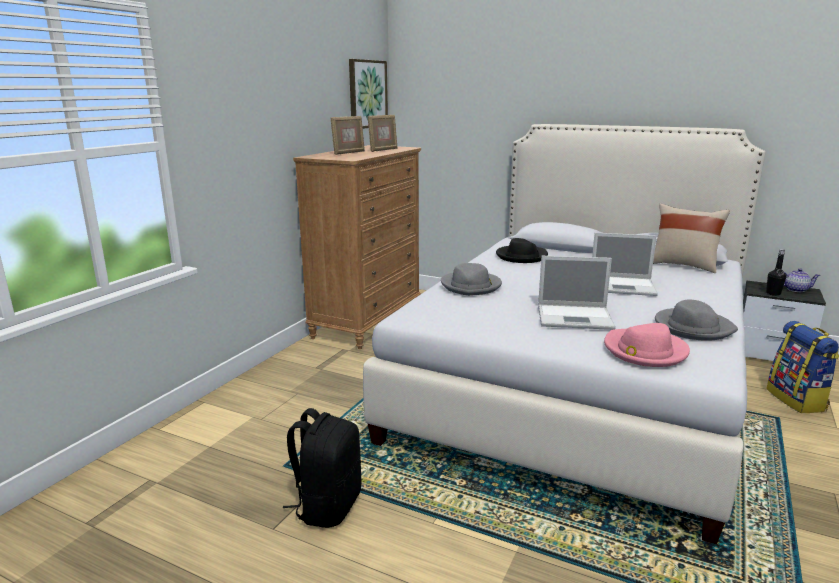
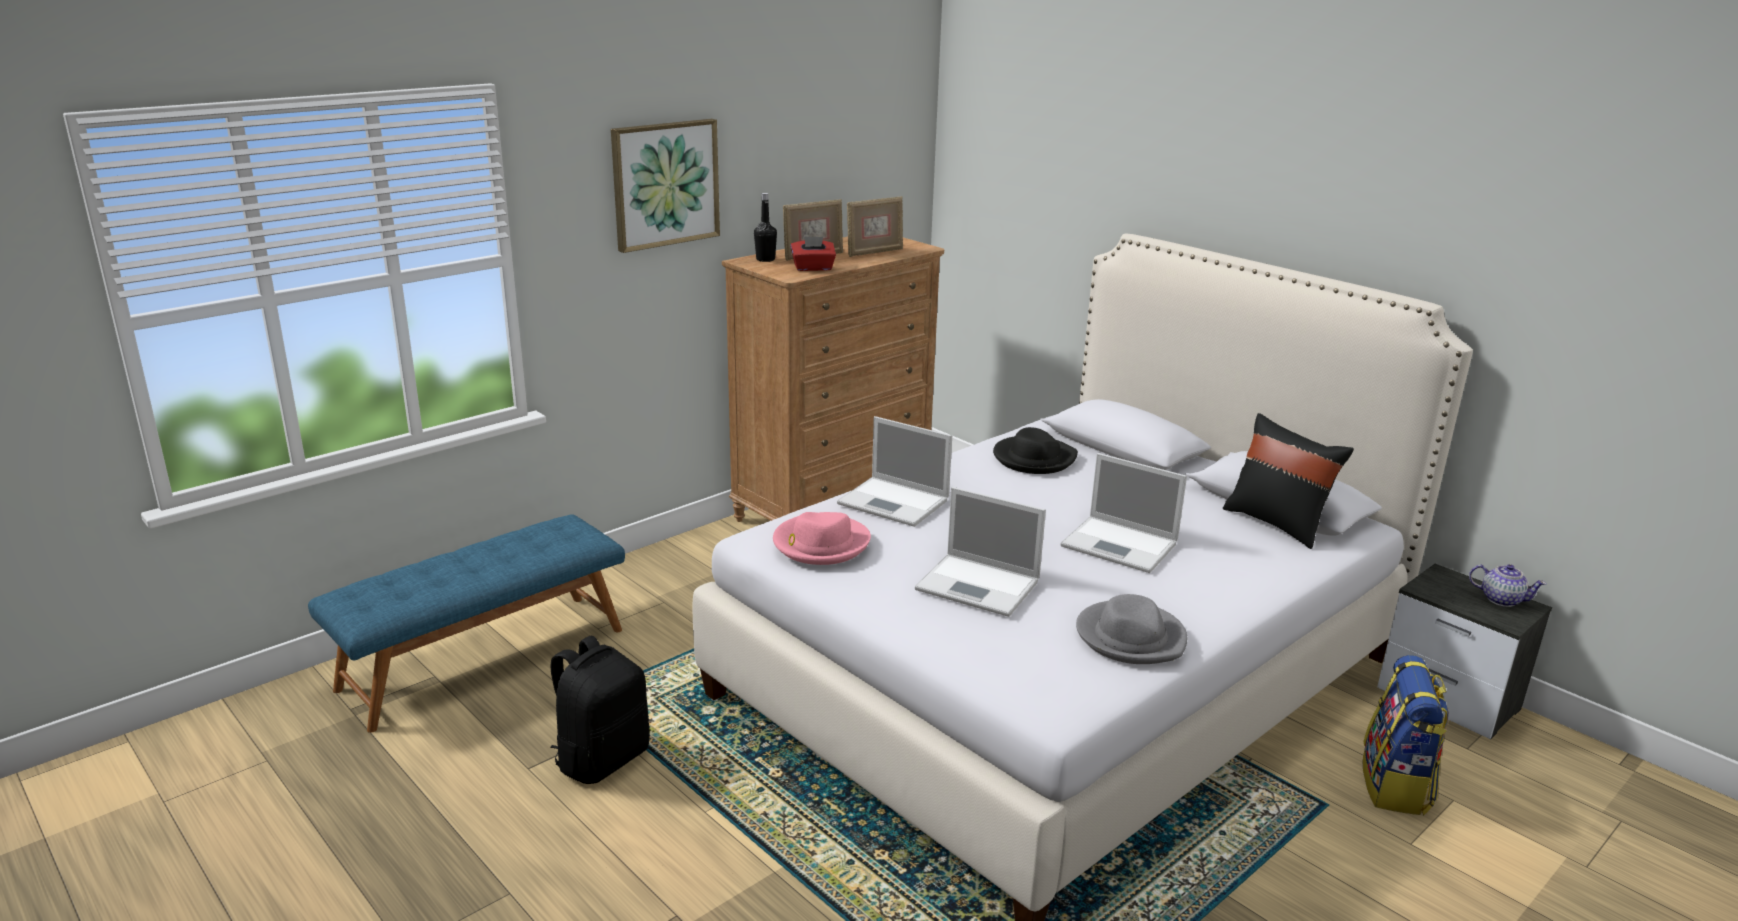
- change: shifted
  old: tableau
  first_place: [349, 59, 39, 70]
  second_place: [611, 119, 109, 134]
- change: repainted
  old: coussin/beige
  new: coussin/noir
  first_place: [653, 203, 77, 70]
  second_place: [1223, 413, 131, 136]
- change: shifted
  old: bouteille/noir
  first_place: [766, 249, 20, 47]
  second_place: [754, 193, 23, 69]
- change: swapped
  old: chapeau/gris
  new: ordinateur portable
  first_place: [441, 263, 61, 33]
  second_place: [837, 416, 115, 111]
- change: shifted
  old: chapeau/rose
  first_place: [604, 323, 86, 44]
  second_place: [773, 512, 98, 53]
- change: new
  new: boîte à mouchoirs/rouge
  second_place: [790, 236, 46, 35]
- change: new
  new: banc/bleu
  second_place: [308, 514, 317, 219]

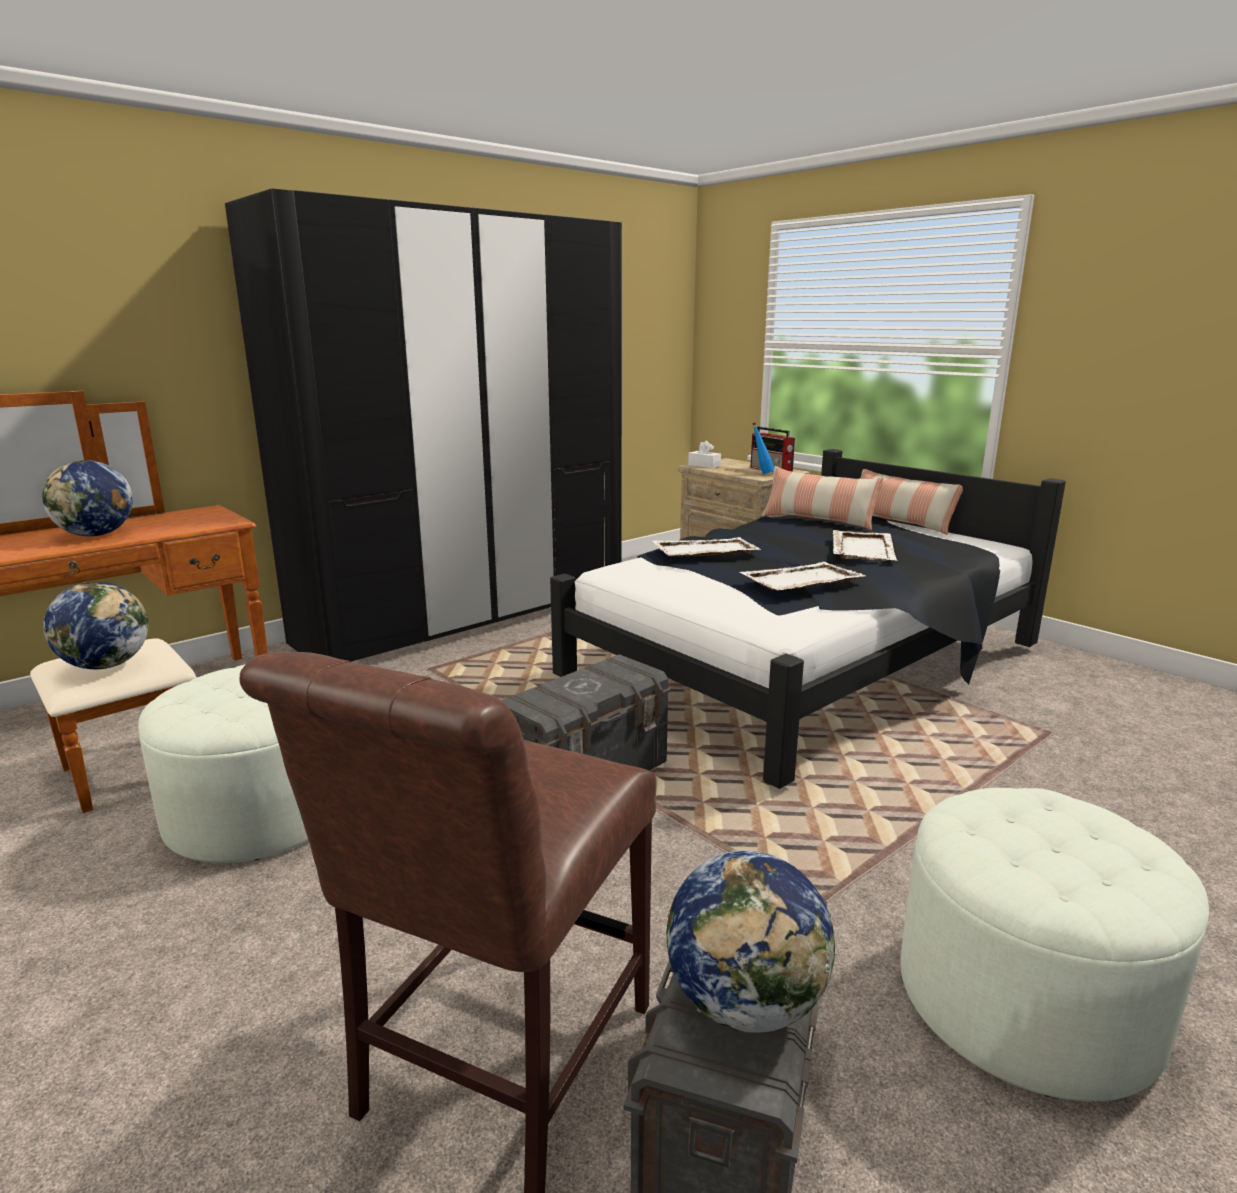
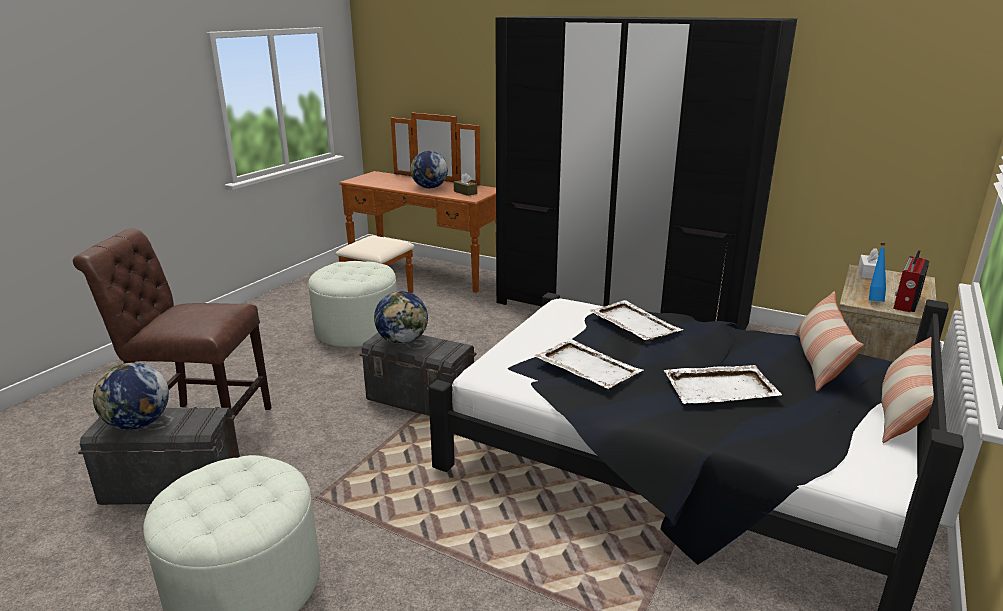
- change: shifted
  old: globe
  first_place: [43, 582, 105, 87]
  second_place: [374, 291, 54, 54]
- change: new
  new: boîte à mouchoirs/marron
  second_place: [454, 173, 23, 23]

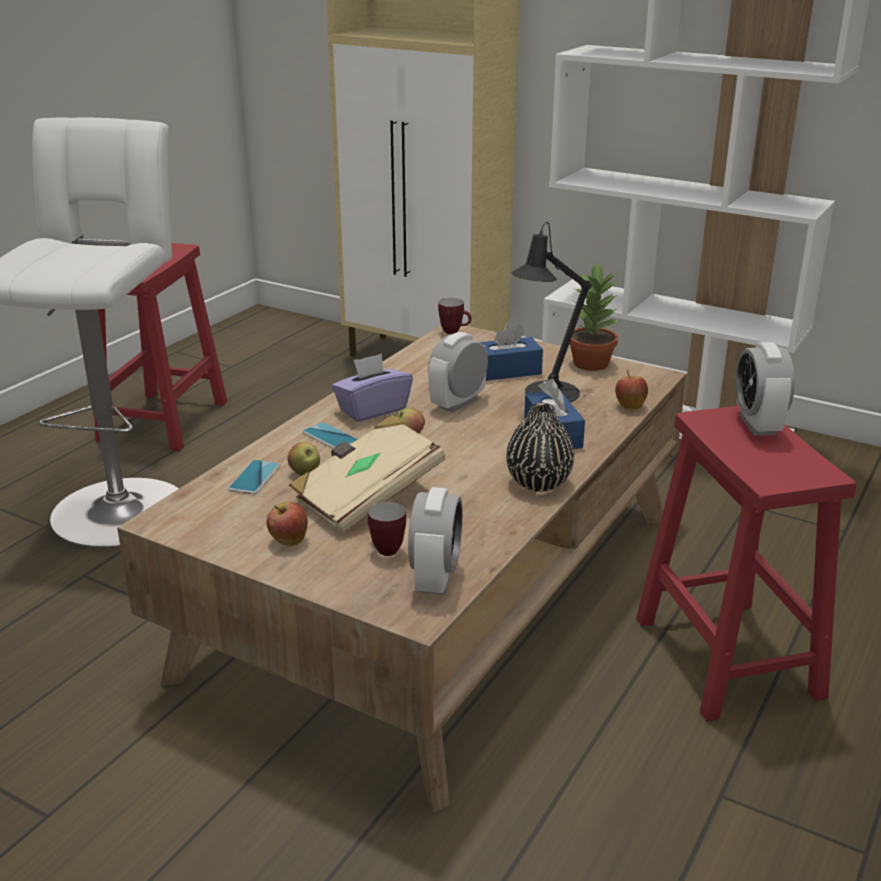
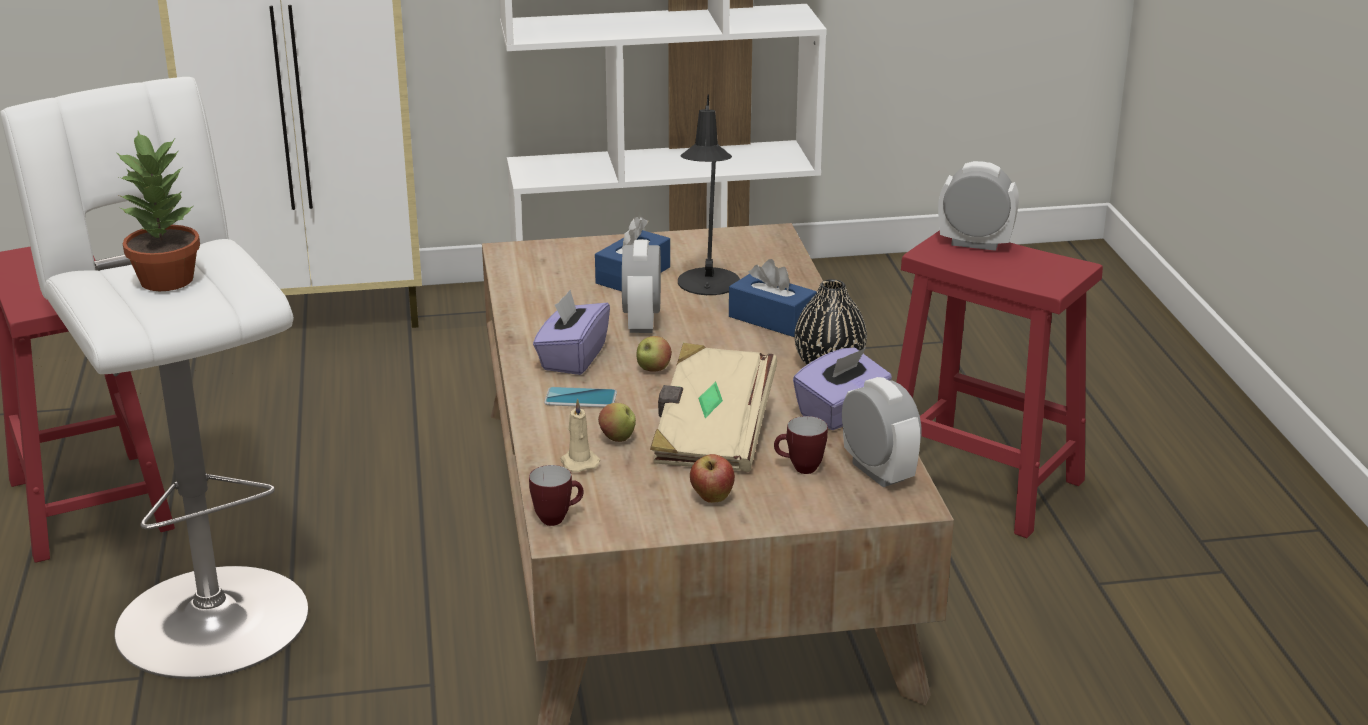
- change: shifted
  old: plante en pot
  first_place: [569, 263, 51, 108]
  second_place: [117, 131, 83, 160]
- change: shifted
  old: mug
  first_place: [438, 298, 34, 36]
  second_place: [529, 465, 55, 61]
- change: rotated
  old: réveil
  first_place: [736, 342, 59, 93]
  second_place: [938, 161, 81, 90]
  degrees: 150
- change: gone
  old: pomme
  first_place: [615, 370, 33, 40]
- change: swapped
  old: téléphone
  new: bougie/beige
  first_place: [228, 460, 52, 34]
  second_place: [561, 399, 39, 73]
- change: new
  new: boîte à mouchoirs/violet
  second_place: [793, 347, 99, 83]

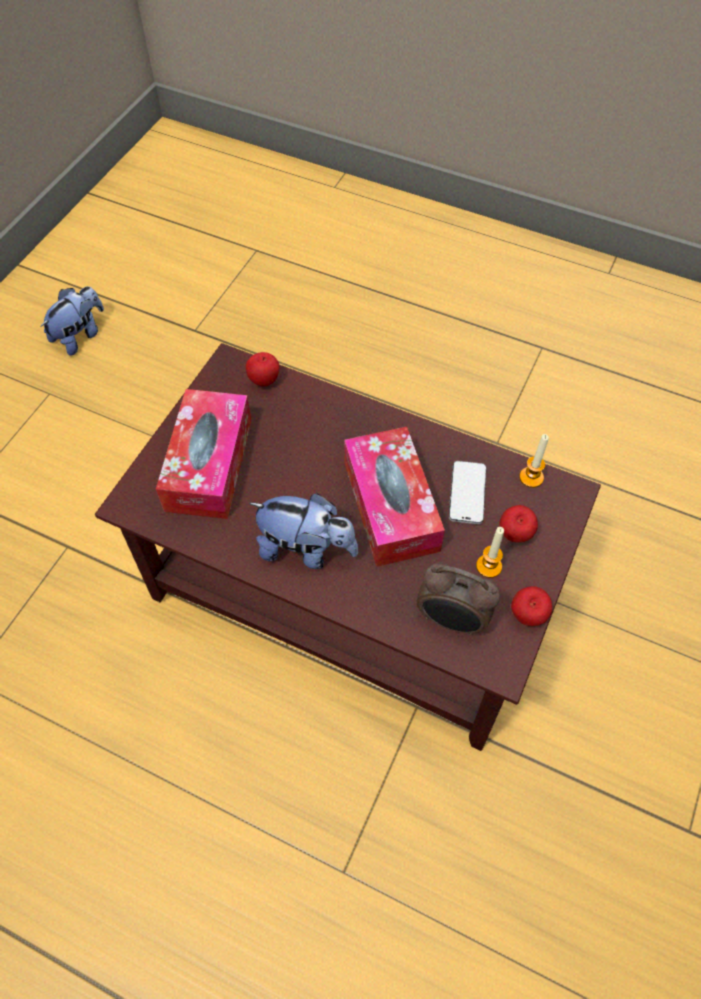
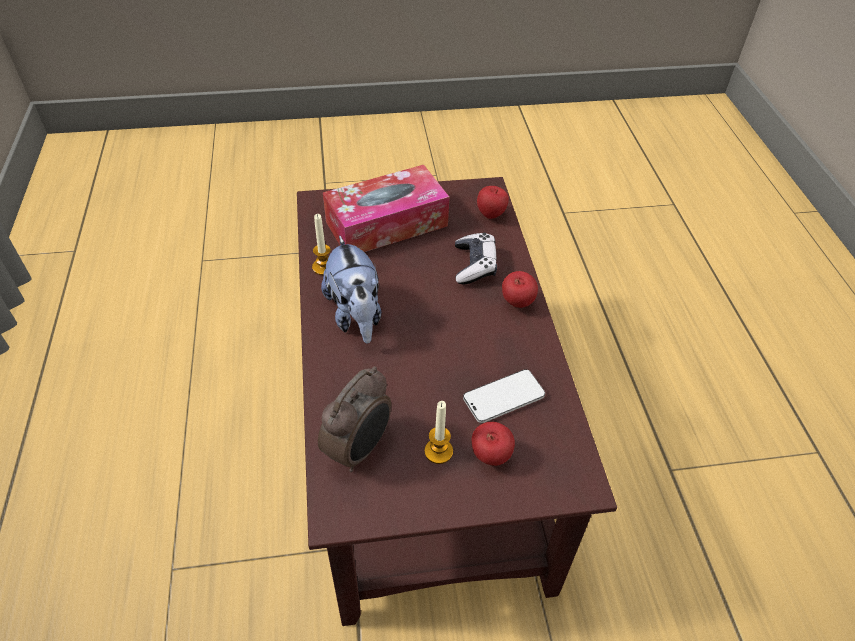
- change: gone
  old: peluche
  first_place: [40, 286, 64, 70]
- change: gone
  old: boîte à mouchoirs
  first_place: [344, 427, 101, 140]
- change: shifted
  old: bougie
  first_place: [519, 434, 30, 54]
  second_place: [312, 214, 19, 61]
- change: rotated
  old: réveil
  first_place: [417, 563, 83, 72]
  second_place: [318, 366, 73, 106]
  degrees: -135
- change: shifted
  old: pomme
  first_place: [511, 586, 41, 40]
  second_place: [502, 271, 36, 37]
- change: new
  new: manette
  second_place: [455, 233, 42, 52]

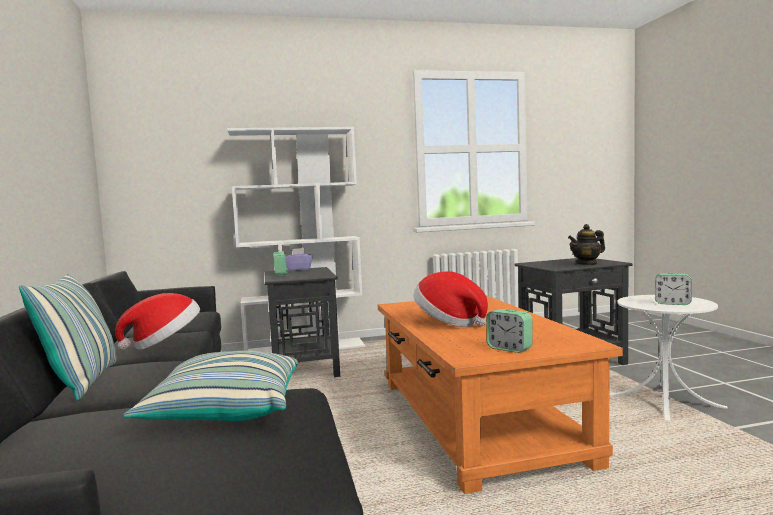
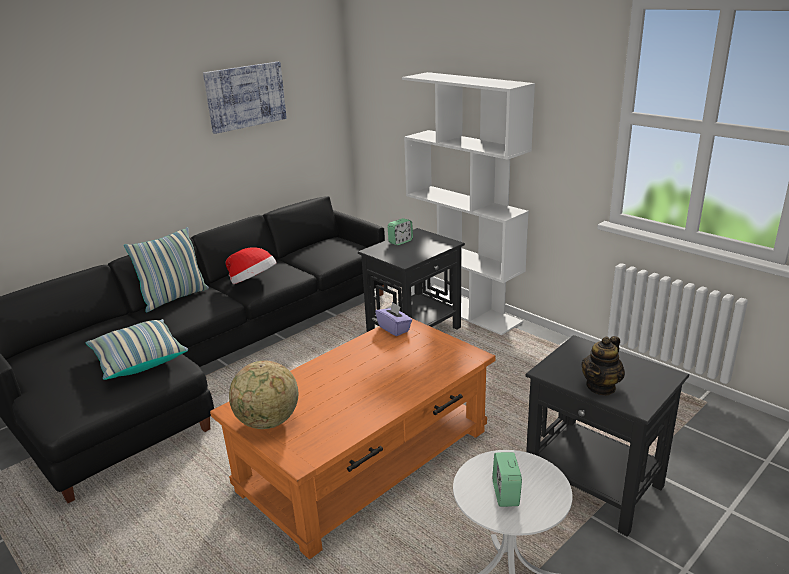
- change: rotated
  old: théière
  first_place: [568, 224, 37, 41]
  second_place: [581, 336, 44, 60]
  degrees: -90
- change: shifted
  old: boîte à mouchoirs/violet
  first_place: [286, 248, 26, 23]
  second_place: [375, 302, 37, 34]
- change: gone
  old: chapeau
  first_place: [414, 271, 74, 56]
- change: swapped
  old: réveil
  new: globe
  first_place: [486, 309, 46, 44]
  second_place: [229, 361, 69, 68]
- change: new
  new: tableau
  second_place: [203, 62, 84, 72]

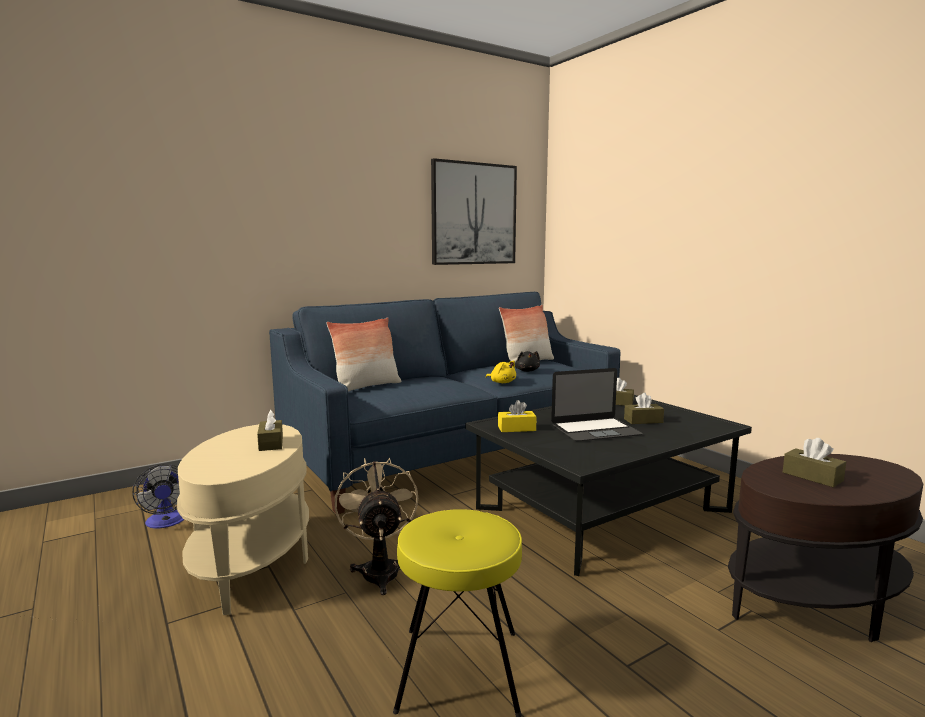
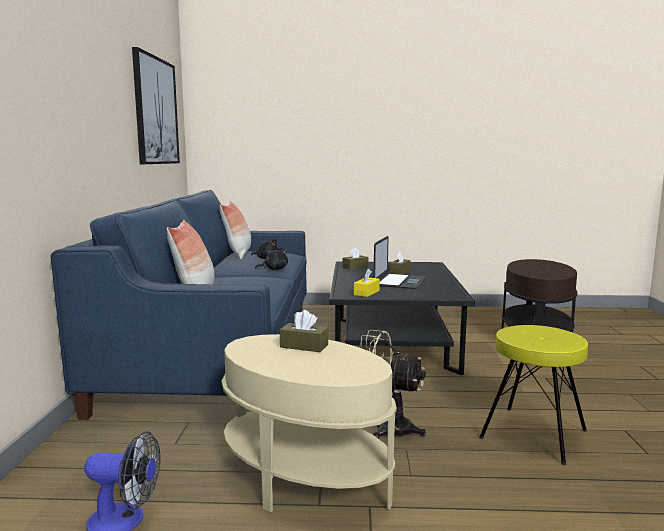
- change: repainted
  old: peluche/jaune
  new: peluche/noir
  first_place: [486, 360, 30, 23]
  second_place: [255, 248, 33, 22]
- change: gone
  old: boîte à mouchoirs/marron
  first_place: [783, 438, 63, 49]

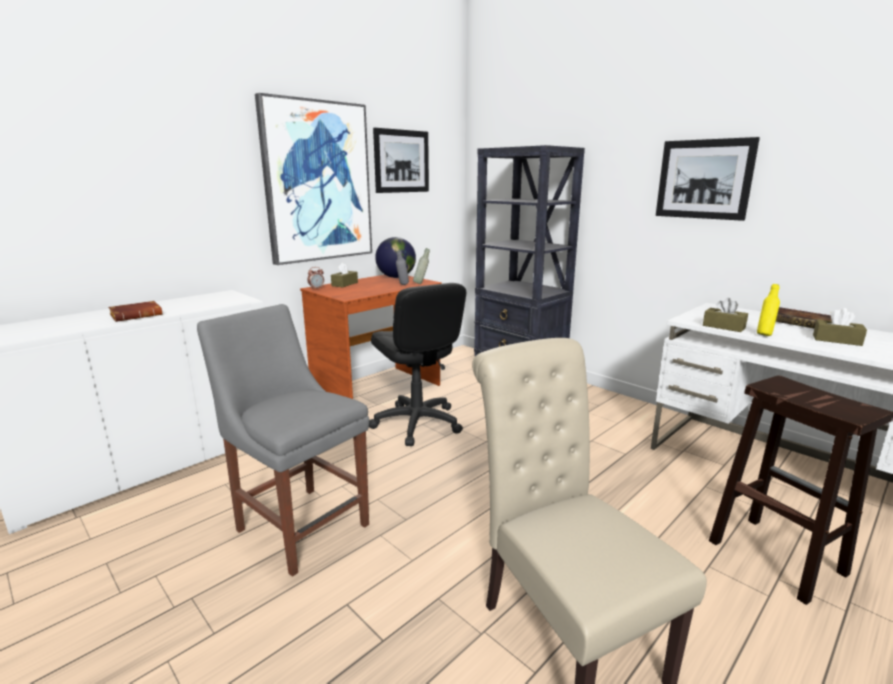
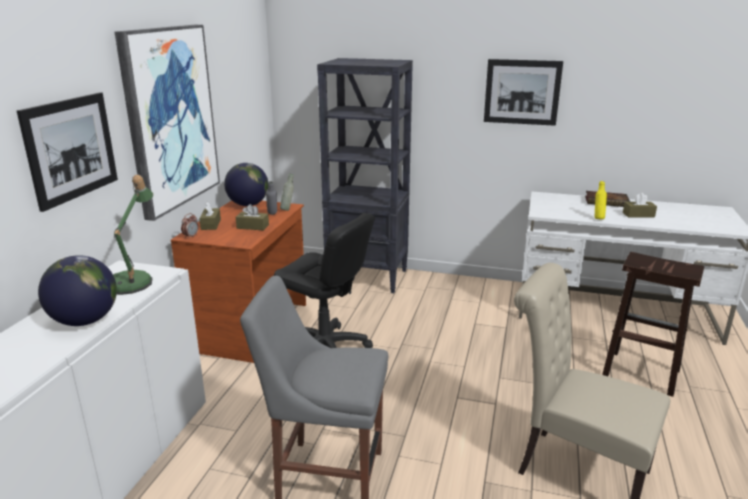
- change: shifted
  old: tableau
  first_place: [373, 128, 56, 65]
  second_place: [17, 92, 101, 120]
- change: shifted
  old: boîte à mouchoirs/marron
  first_place: [703, 298, 45, 34]
  second_place: [236, 204, 33, 27]
- change: swapped
  old: livre/marron
  new: globe
  first_place: [108, 301, 55, 21]
  second_place: [38, 255, 79, 71]
- change: new
  new: lampe de table
  second_place: [113, 175, 40, 120]

